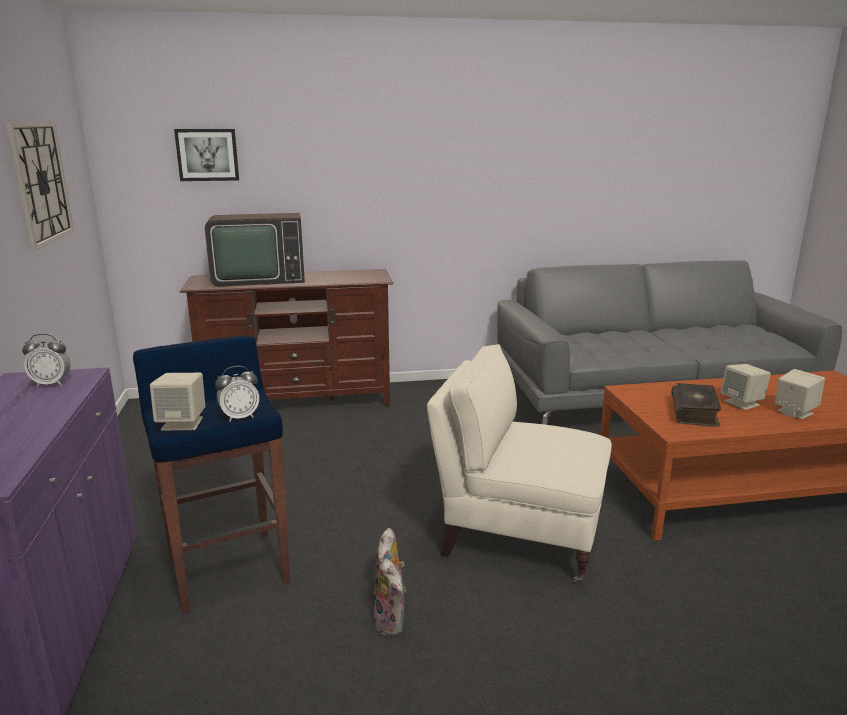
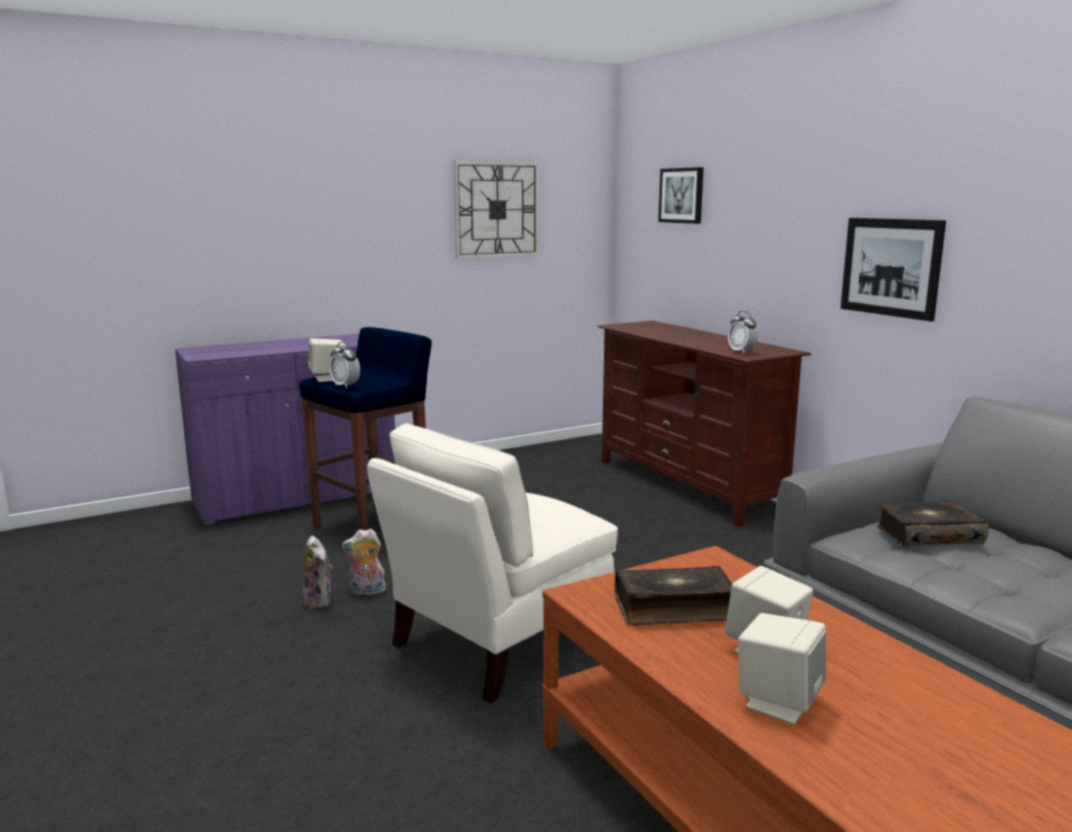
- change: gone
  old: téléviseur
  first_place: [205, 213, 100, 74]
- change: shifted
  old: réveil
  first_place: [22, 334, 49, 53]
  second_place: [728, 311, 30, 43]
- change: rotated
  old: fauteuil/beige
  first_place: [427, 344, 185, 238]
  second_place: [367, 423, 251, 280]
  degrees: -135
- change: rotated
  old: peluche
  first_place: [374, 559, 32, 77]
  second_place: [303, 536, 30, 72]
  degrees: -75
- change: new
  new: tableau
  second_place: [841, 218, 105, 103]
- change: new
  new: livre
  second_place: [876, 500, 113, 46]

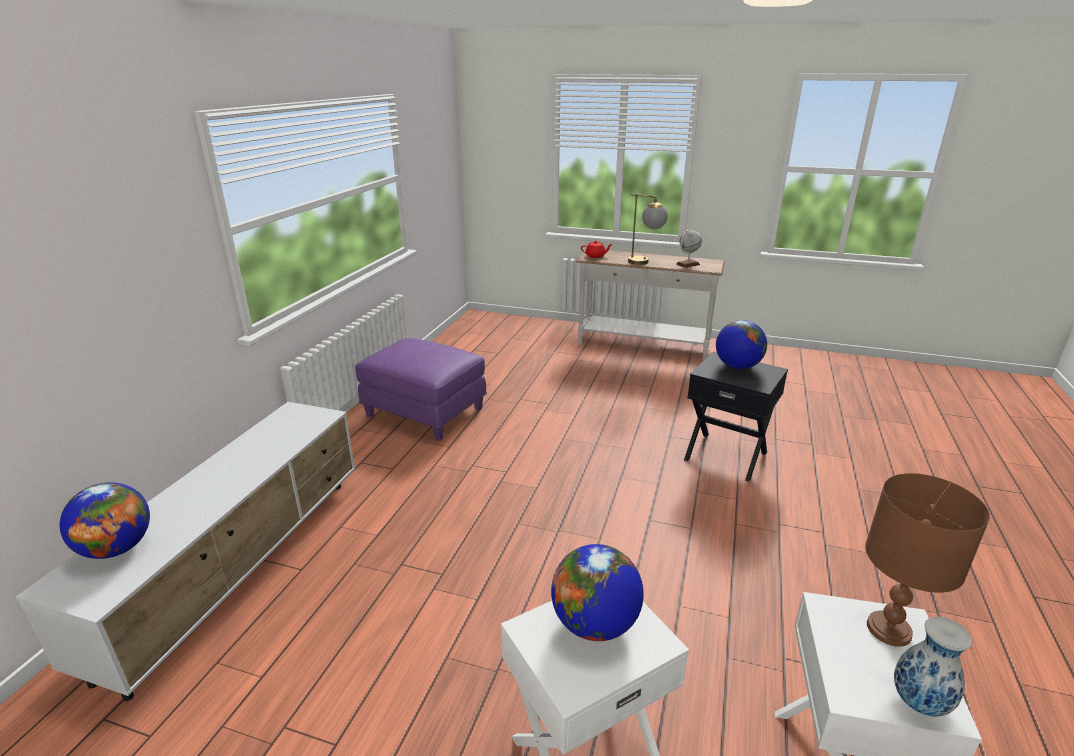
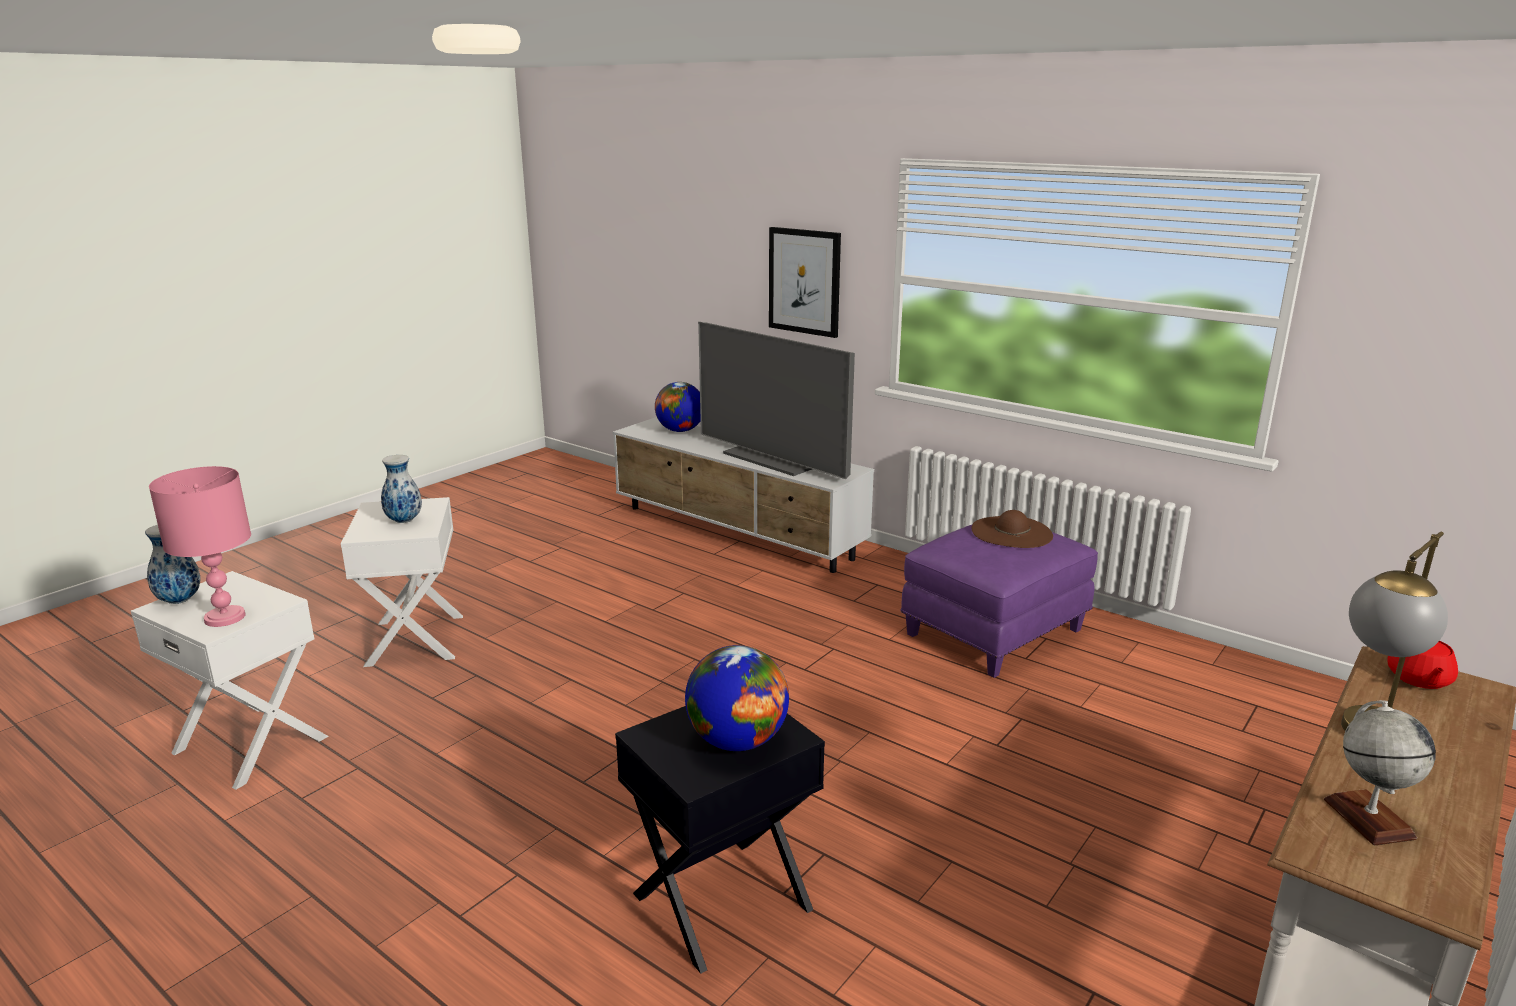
- change: repainted
  old: lampe de table/marron
  new: lampe de table/rose
  first_place: [865, 473, 125, 174]
  second_place: [149, 466, 102, 161]
- change: swapped
  old: globe
  new: vase
  first_place: [551, 544, 93, 97]
  second_place: [381, 455, 41, 68]
- change: new
  new: tableau
  second_place: [769, 227, 72, 111]
- change: new
  new: téléviseur
  second_place: [698, 322, 157, 157]
- change: new
  new: chapeau/marron
  second_place: [971, 510, 82, 38]

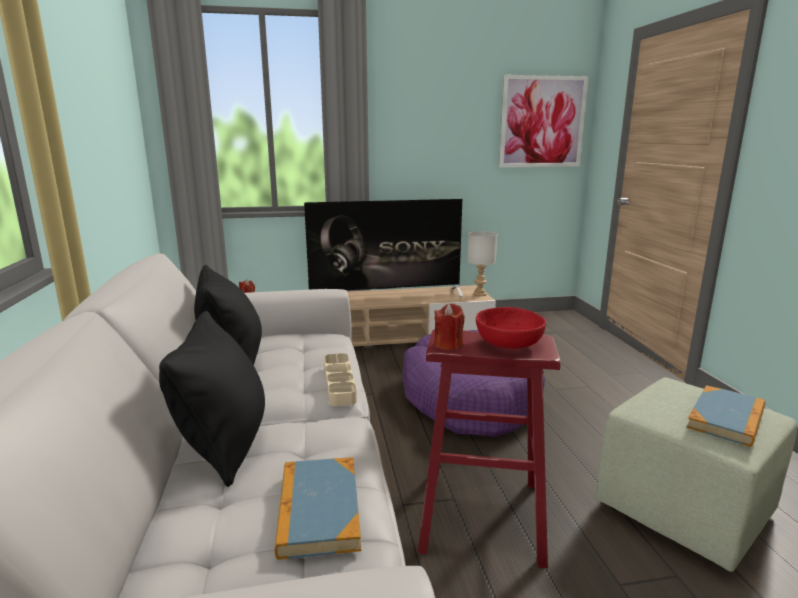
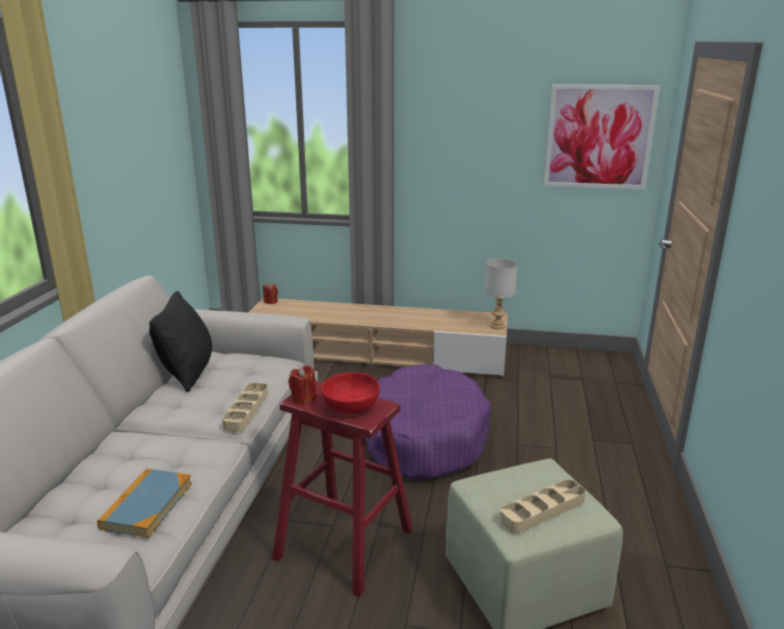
- change: gone
  old: téléviseur
  first_place: [304, 199, 159, 98]
- change: gone
  old: coussin/noir
  first_place: [159, 311, 106, 176]
- change: swapped
  old: livre
  new: plateau/beige
  first_place: [686, 385, 79, 62]
  second_place: [500, 479, 86, 54]

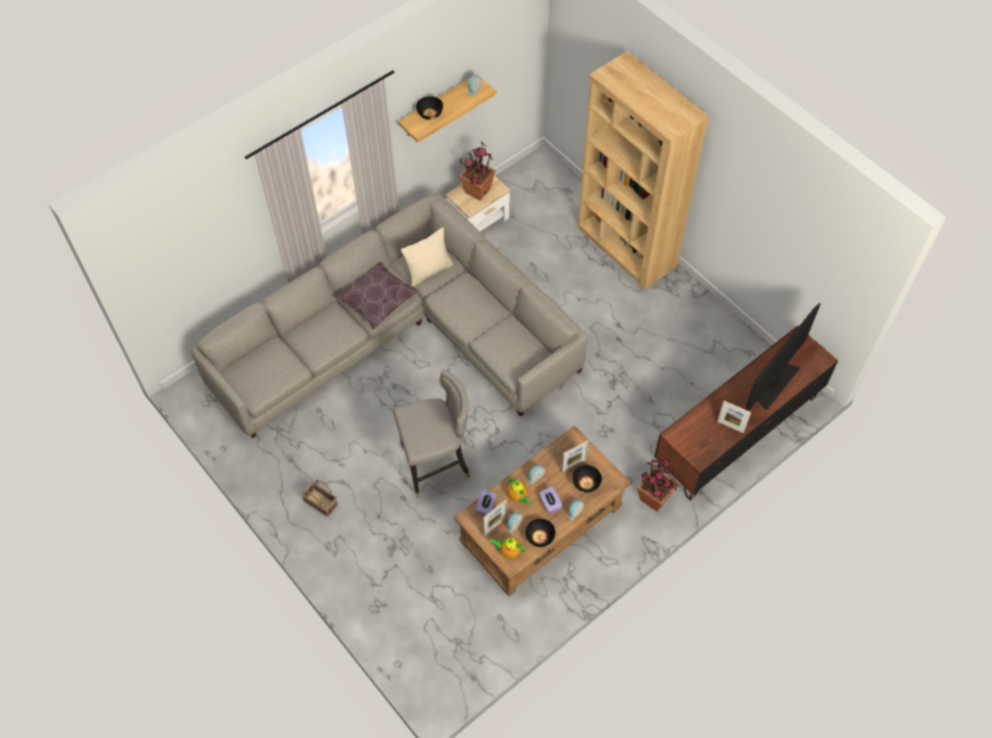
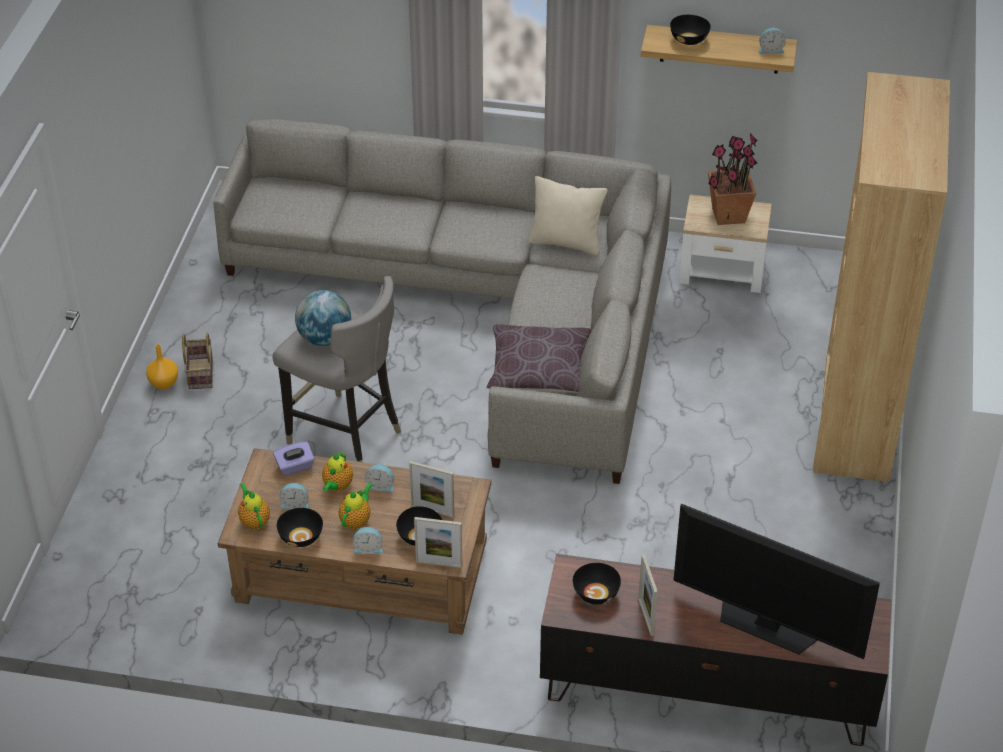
- change: shifted
  old: coussin/marron
  first_place: [334, 262, 85, 68]
  second_place: [487, 324, 104, 69]
- change: rotated
  old: téléviseur
  first_place: [745, 303, 75, 108]
  second_place: [673, 504, 207, 155]
  degrees: -150
- change: gone
  old: plante en pot
  first_place: [637, 458, 41, 53]
- change: swapped
  old: boîte à mouchoirs/violet
  new: théière
  first_place: [539, 486, 24, 28]
  second_place: [339, 483, 34, 46]
- change: shifted
  old: cadre photo
  first_place: [483, 500, 24, 36]
  second_place: [414, 517, 48, 51]
- change: new
  new: globe
  second_place: [295, 290, 56, 56]
- change: new
  new: vase/orange
  second_place: [146, 344, 32, 45]
- change: new
  new: bol/noir
  second_place: [573, 563, 48, 42]

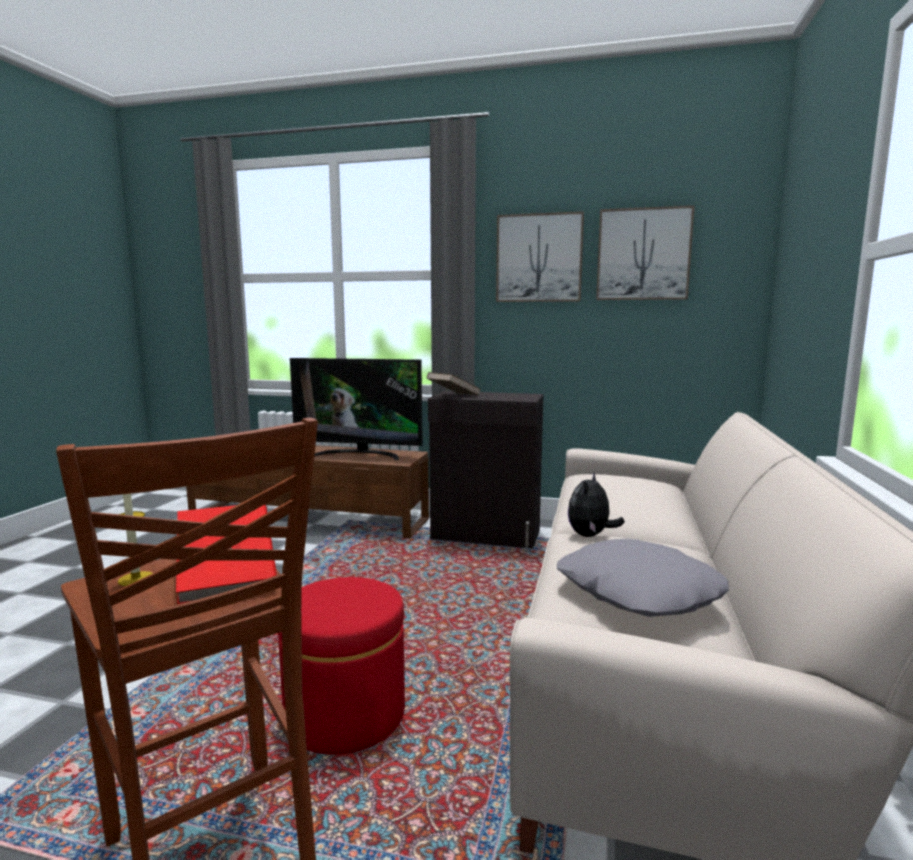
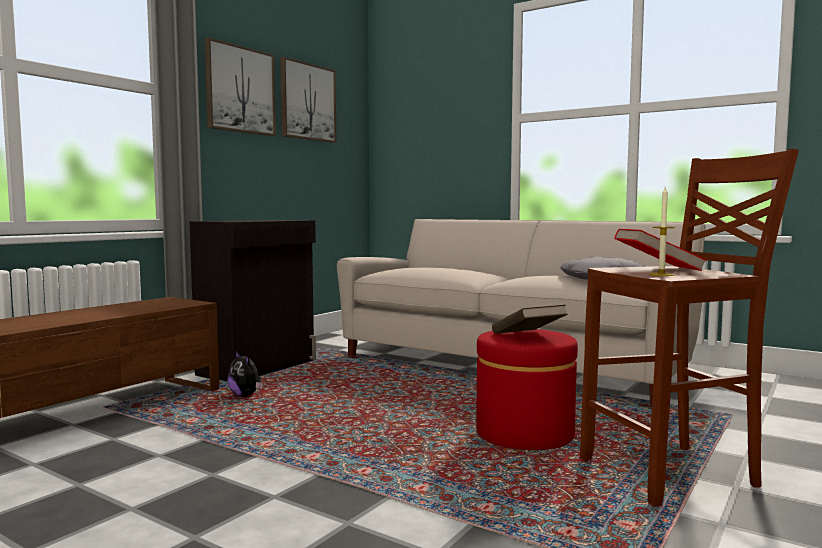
- change: gone
  old: téléviseur
  first_place: [290, 358, 133, 102]
- change: shifted
  old: livre/marron
  first_place: [427, 372, 54, 24]
  second_place: [492, 305, 76, 29]
- change: shifted
  old: peluche
  first_place: [568, 472, 57, 65]
  second_place: [227, 351, 36, 46]

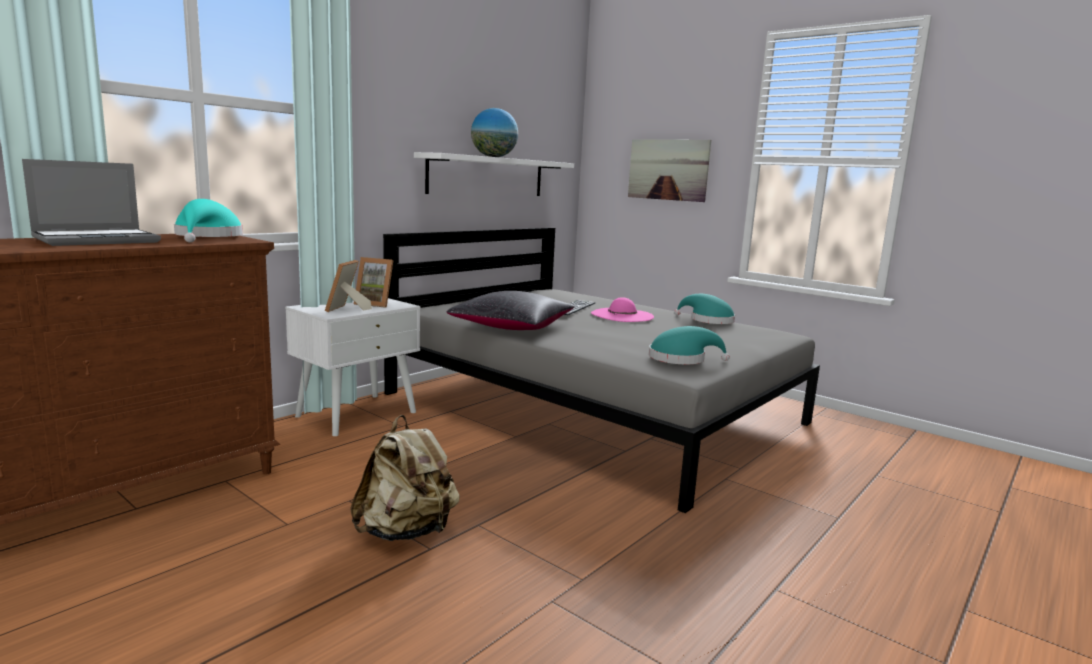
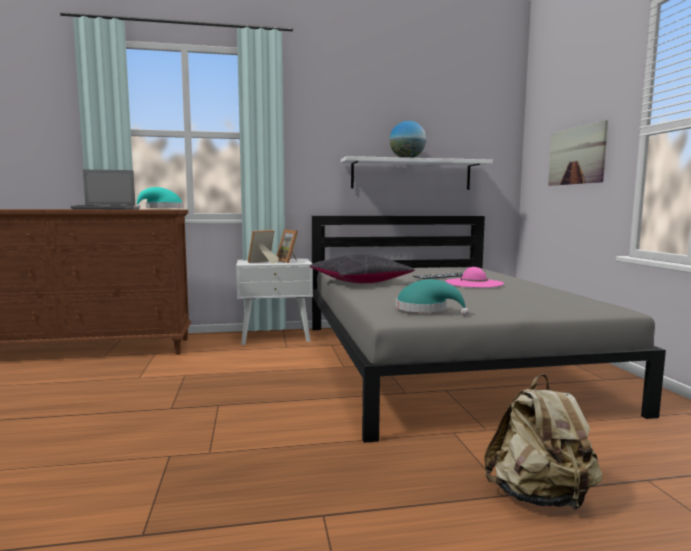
- change: gone
  old: chapeau/turquoise
  first_place: [674, 294, 61, 30]
- change: shifted
  old: sac à dos/beige
  first_place: [350, 415, 110, 126]
  second_place: [484, 374, 119, 136]

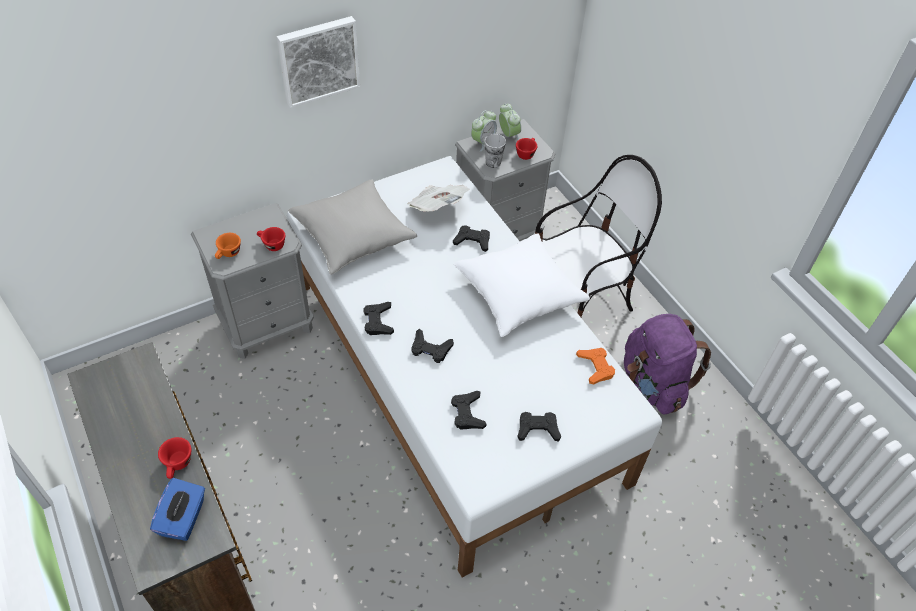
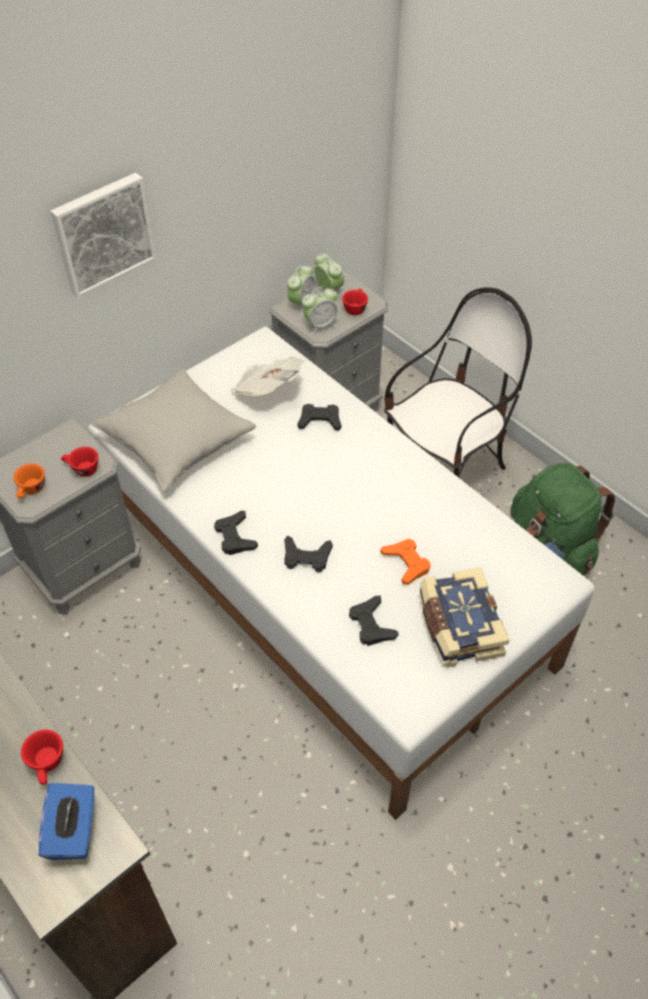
- change: swapped
  old: tasse
  new: réveil
  first_place: [485, 134, 21, 34]
  second_place: [302, 287, 36, 48]
- change: gone
  old: coussin/blanc
  first_place: [453, 234, 137, 103]
- change: repainted
  old: sac à dos/violet
  new: sac à dos/vert
  first_place: [624, 314, 87, 100]
  second_place: [510, 463, 105, 113]
- change: shifted
  old: manette/orange
  first_place: [576, 348, 39, 36]
  second_place: [380, 539, 50, 46]
- change: swapped
  old: manette/noir
  new: livre
  first_place: [517, 412, 44, 30]
  second_place: [419, 568, 91, 99]

